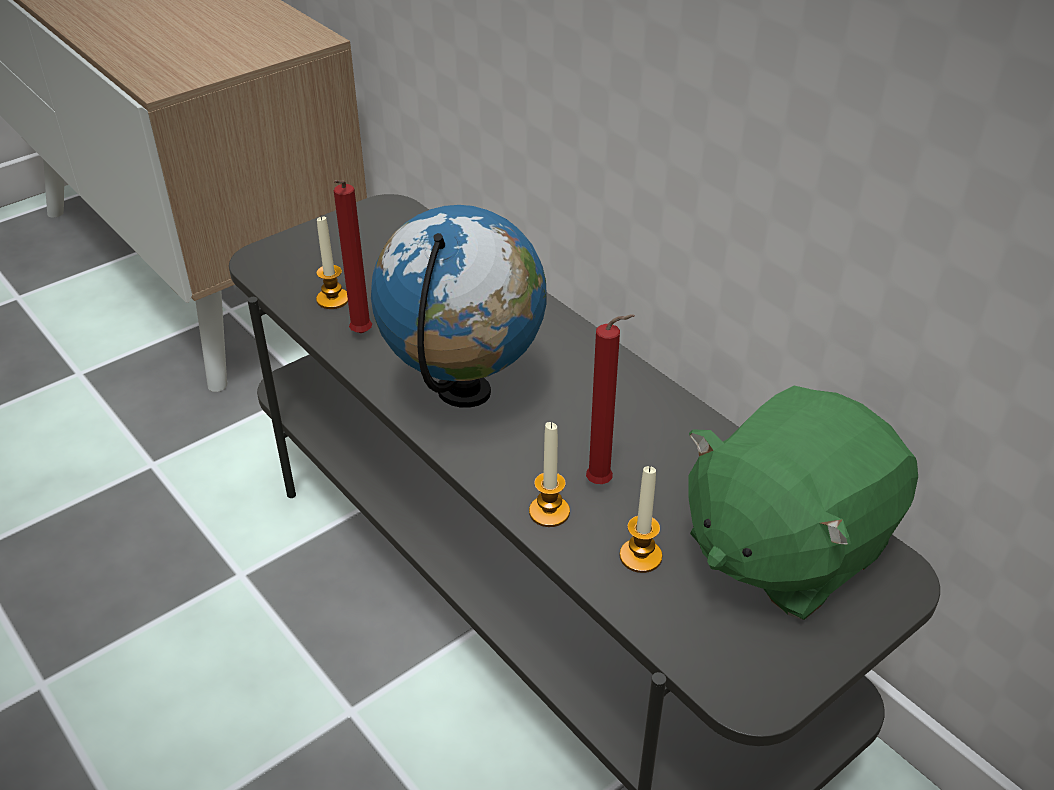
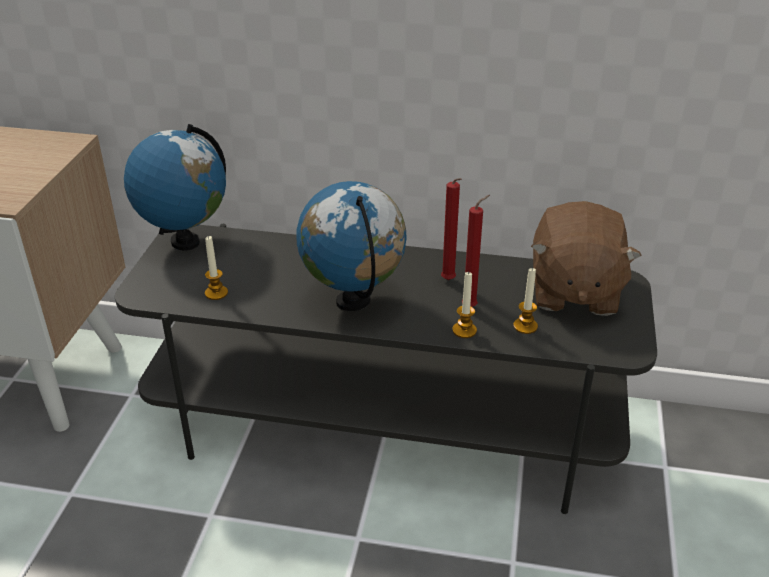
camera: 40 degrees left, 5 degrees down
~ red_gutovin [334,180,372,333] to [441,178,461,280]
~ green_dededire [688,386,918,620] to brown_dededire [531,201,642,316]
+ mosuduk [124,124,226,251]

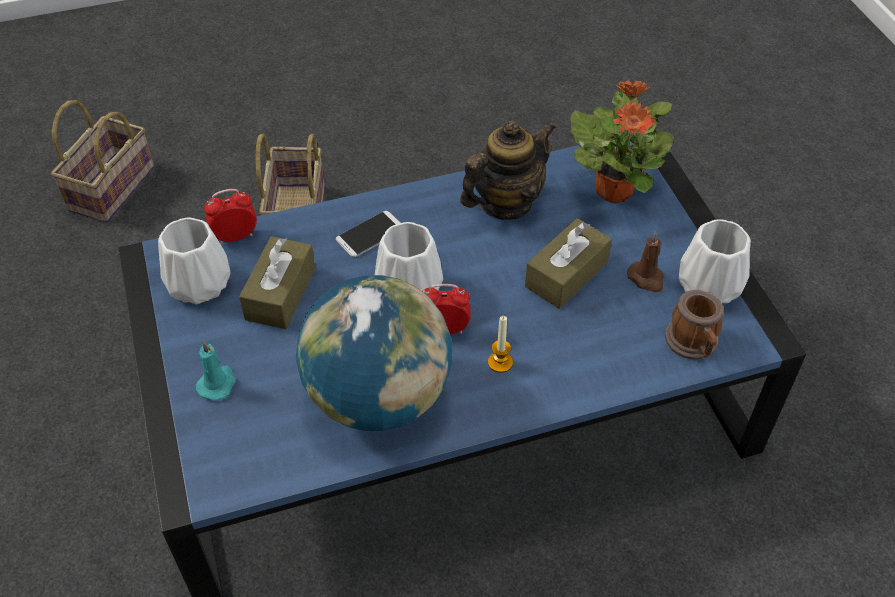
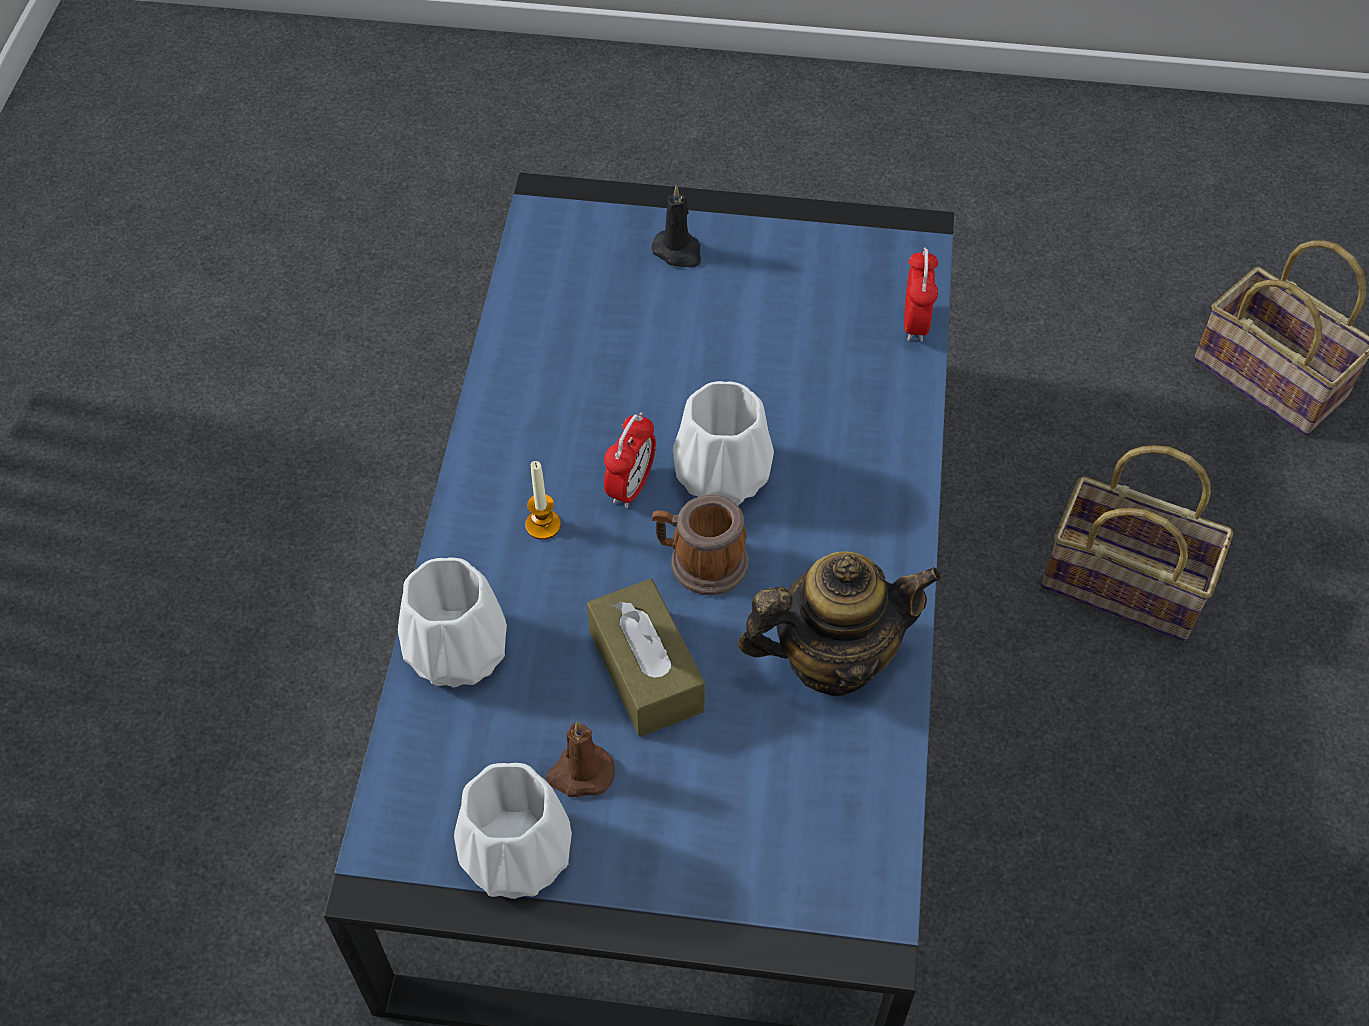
camera: 115 degrees right, 5 degrees up
- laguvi [570,80,674,203]
~ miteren [460,120,556,220] = [738,551,941,696] 90 degrees counterclockwise
- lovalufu [336,211,400,257]
~ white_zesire [158,218,230,304] to [398,558,507,687]
- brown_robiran [239,236,315,329]
- mosuduk [296,275,452,431]
~ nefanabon [665,290,724,359] to [652,495,748,595]
~ turquoise_gutovin [196,341,236,401] to black_gutovin [651,185,701,268]

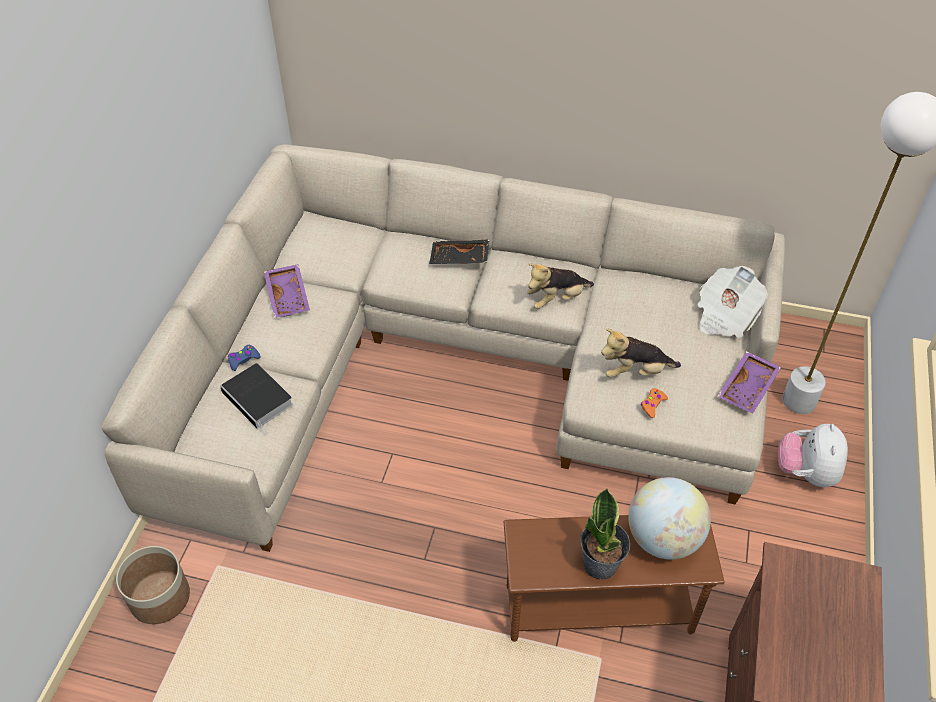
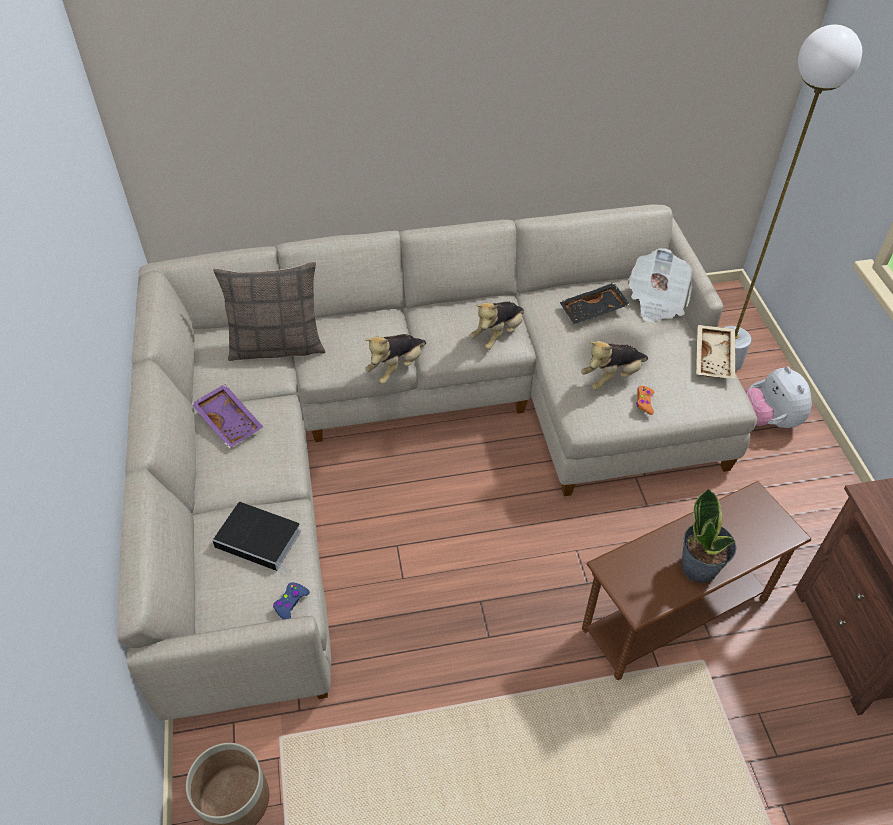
camera: 25 degrees left, 0 degrees up
~ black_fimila [429,239,490,264] to [559,283,630,324]
~ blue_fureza [228,345,261,371] to [273,582,310,620]
~ purple_fimila [717,351,781,413] to beige_fimila [696,325,735,379]
- mosuduk [628,477,711,560]
+ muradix [213,262,326,361]
+ dededire [365,334,426,384]

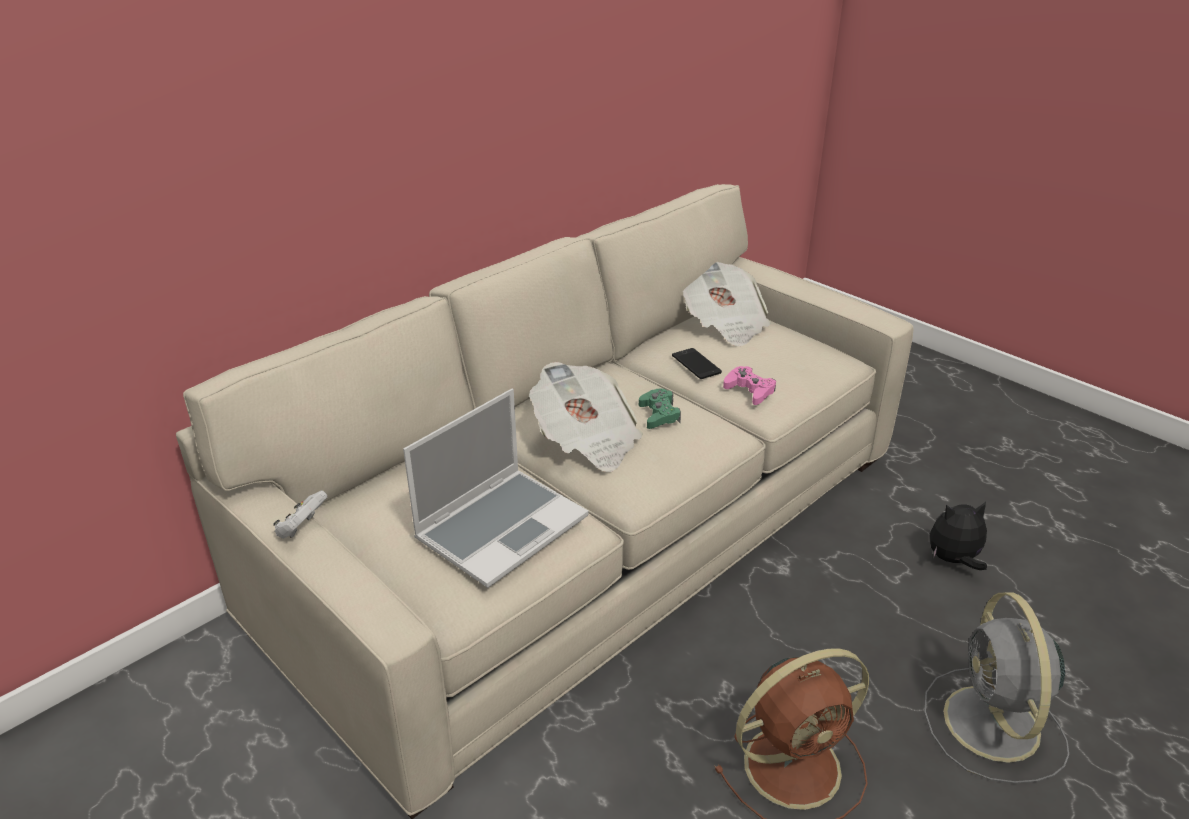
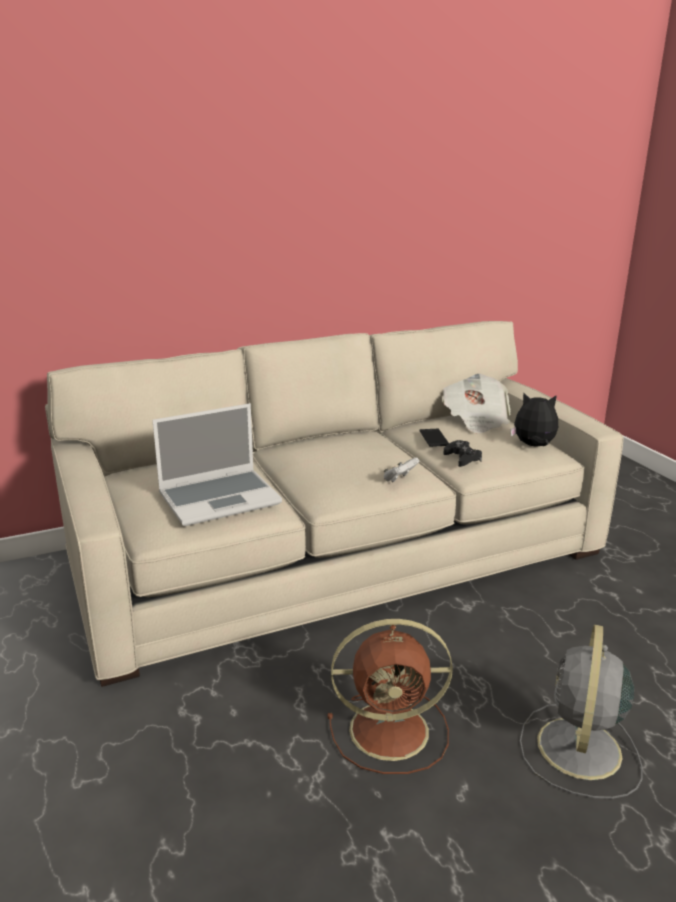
camera: 20 degrees right, 10 degrees down
- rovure [529,362,643,472]
~ pink_fureza [723,366,776,405] to black_fureza [443,440,482,467]
- green_fureza [639,388,681,429]
~ white_fureza [273,490,328,539] to [384,457,419,482]
~ dededire [929,502,987,570] to [510,393,558,446]

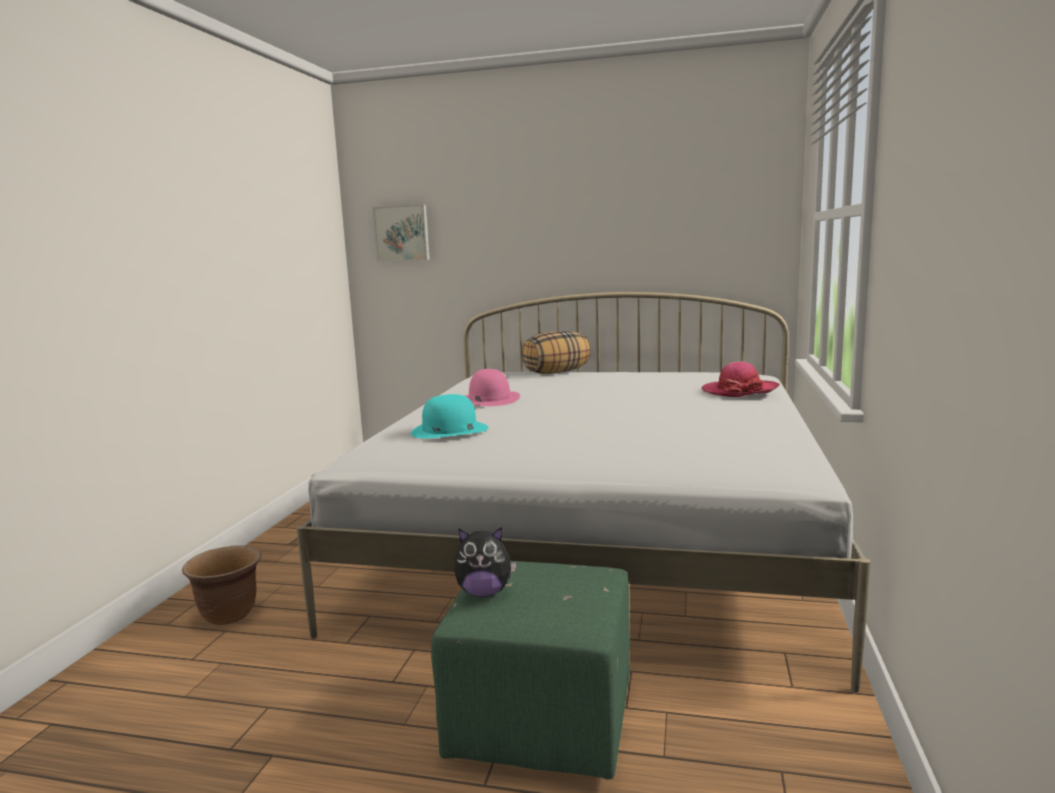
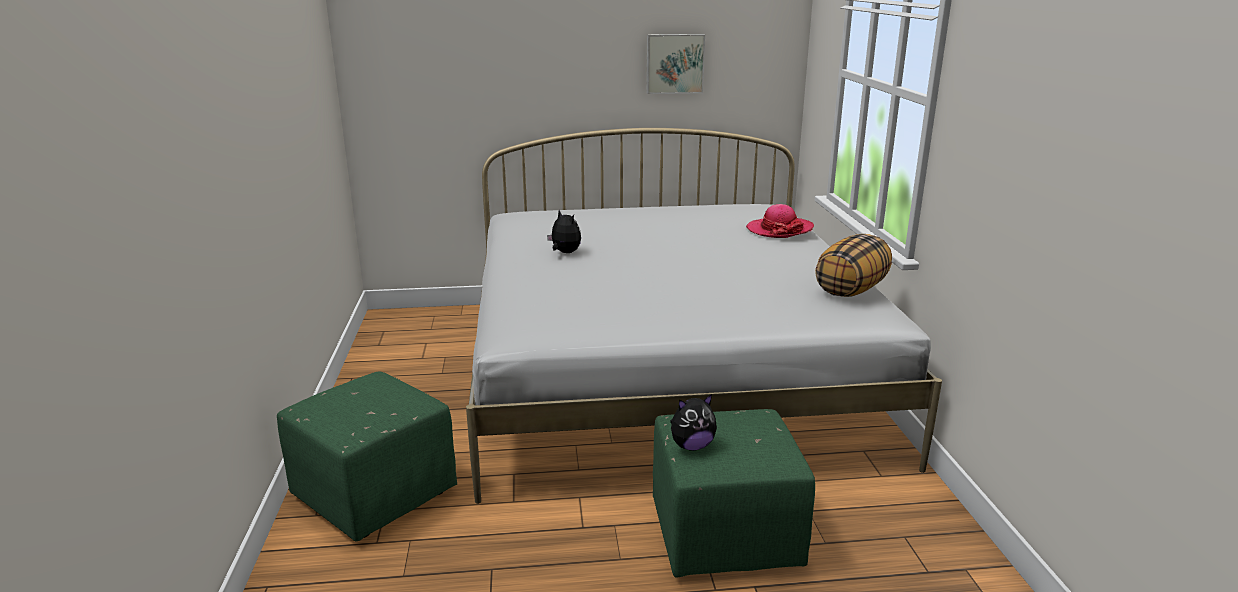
camera: 20 degrees left, 10 degrees up
~ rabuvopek [373,205,430,262] to [646,34,705,94]
~ muradix [522,331,590,374] to [815,234,892,297]
~ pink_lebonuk [466,369,520,406] to dededire [547,210,581,253]
- turquoise_lebonuk [411,394,489,439]
~ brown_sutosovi [182,545,261,625] to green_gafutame [277,371,457,542]

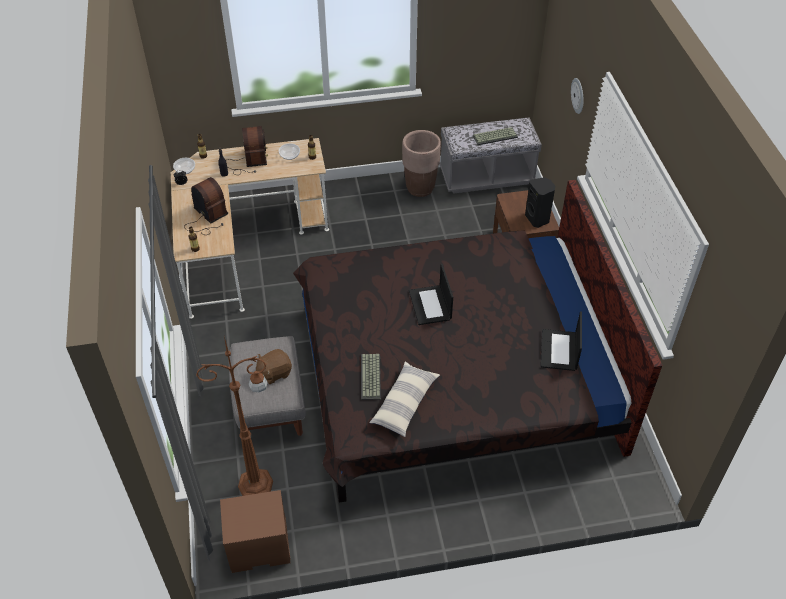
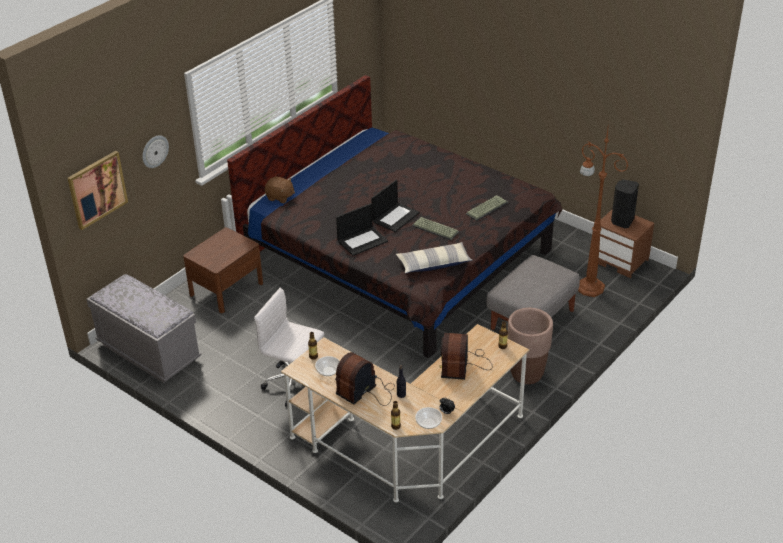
camera: 130 degrees left, 10 degrees down
~ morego [473,127,518,145] to [412,217,459,240]
~ brown_sutosovi [402,130,441,197] to [507,308,553,384]
~ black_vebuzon [525,177,555,228] to [611,180,639,228]
~ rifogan [541,311,582,371] to [336,203,388,256]
~ brown_dededire [256,349,292,384] to [265,176,295,203]
~ muradix [369,361,440,437] to [396,242,473,274]
+ rabuvopek [68,151,128,230]
+ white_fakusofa [254,288,324,407]

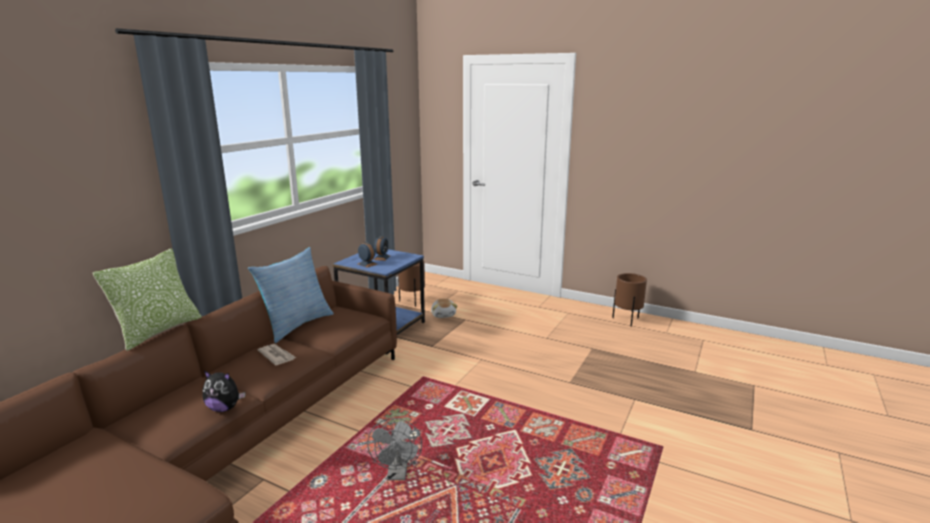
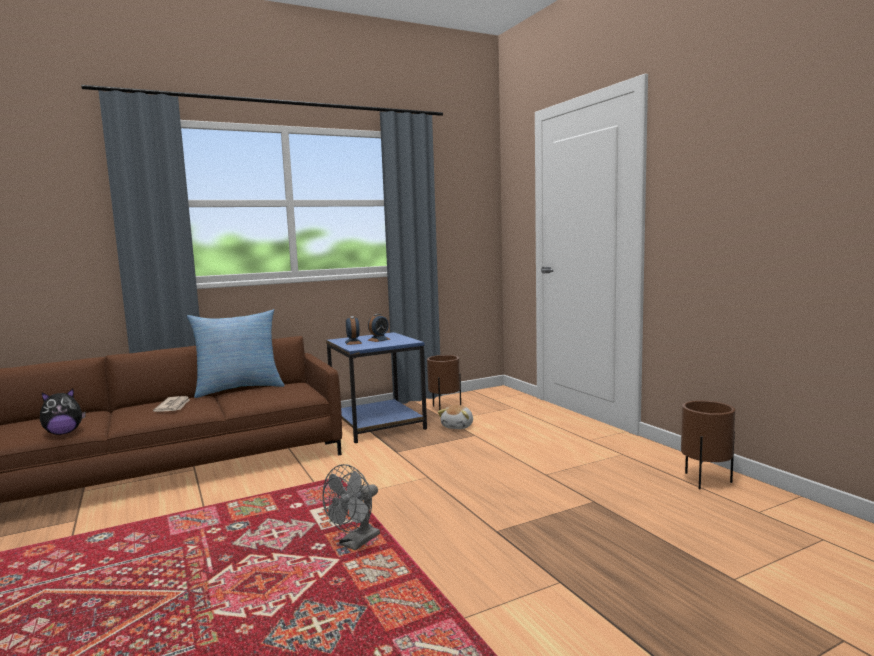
camera: 35 degrees right, 10 degrees down
- muradix [93,248,202,351]
~ dededire [203,371,245,412] = [40,389,86,435] 75 degrees counterclockwise
~ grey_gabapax [367,418,422,480] to [322,464,380,550]

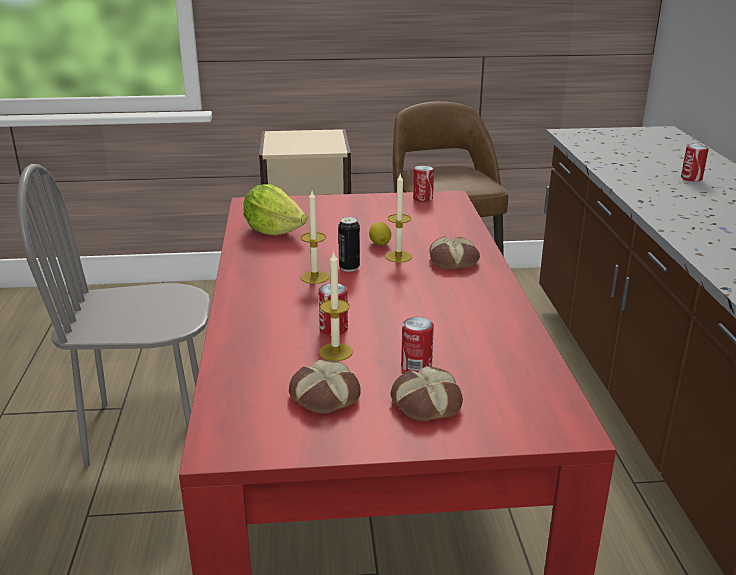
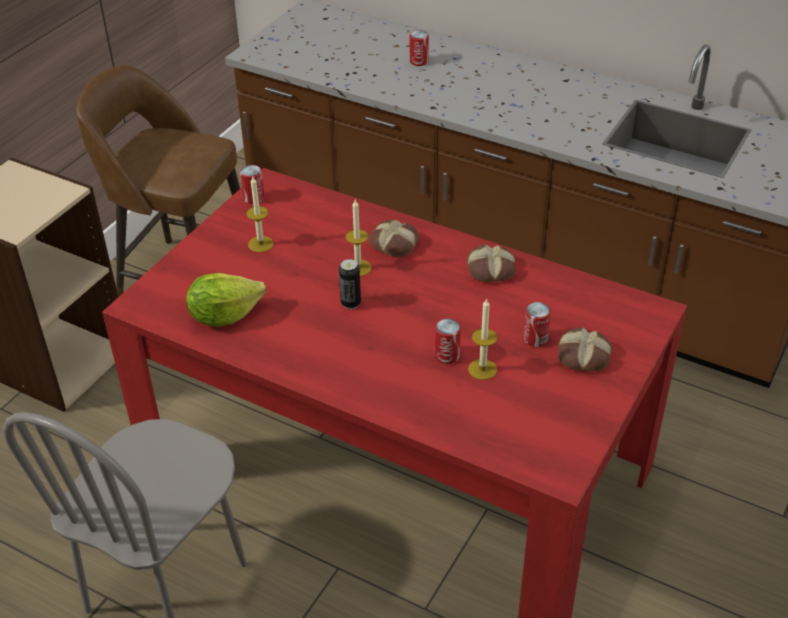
camera: 55 degrees left, 15 degrees up
~ gutovin [301,191,329,284] to [246,177,274,252]
- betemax [369,222,391,246]
~ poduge [289,359,361,414] to [467,245,516,282]

